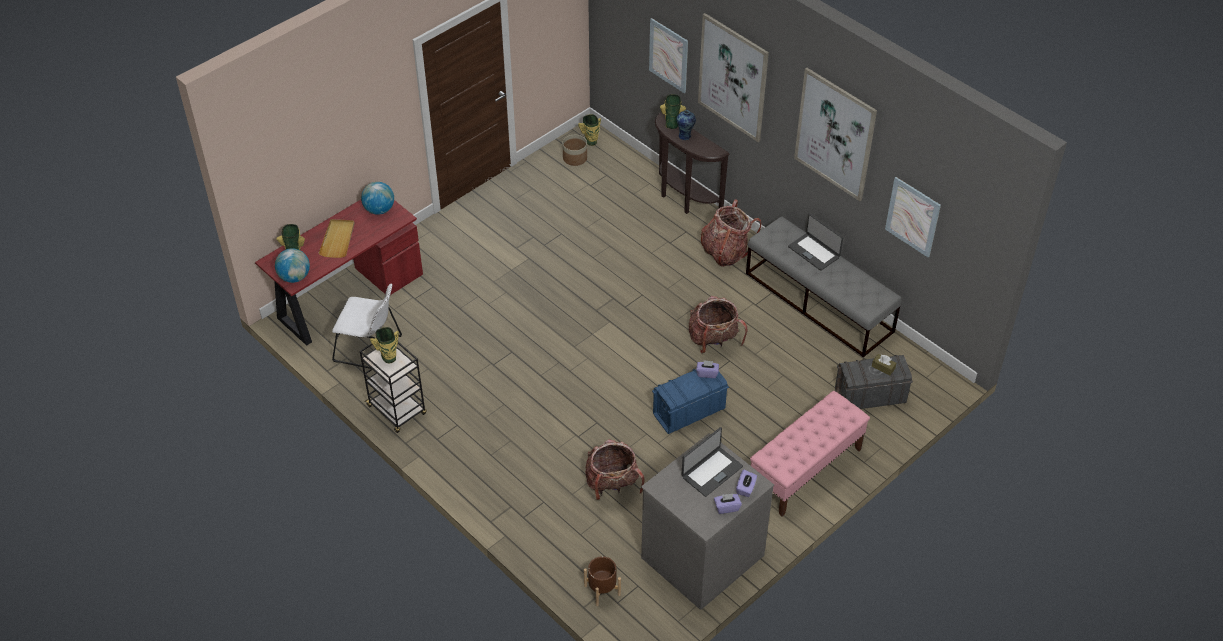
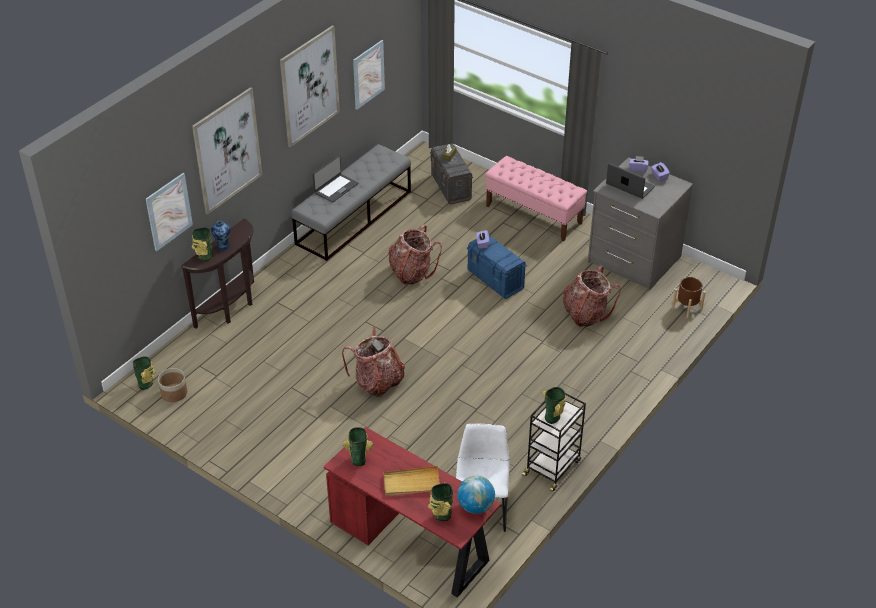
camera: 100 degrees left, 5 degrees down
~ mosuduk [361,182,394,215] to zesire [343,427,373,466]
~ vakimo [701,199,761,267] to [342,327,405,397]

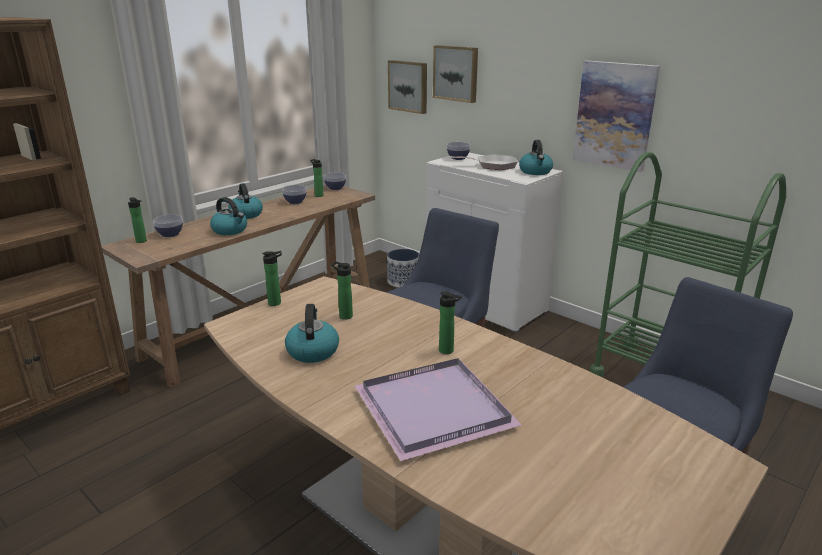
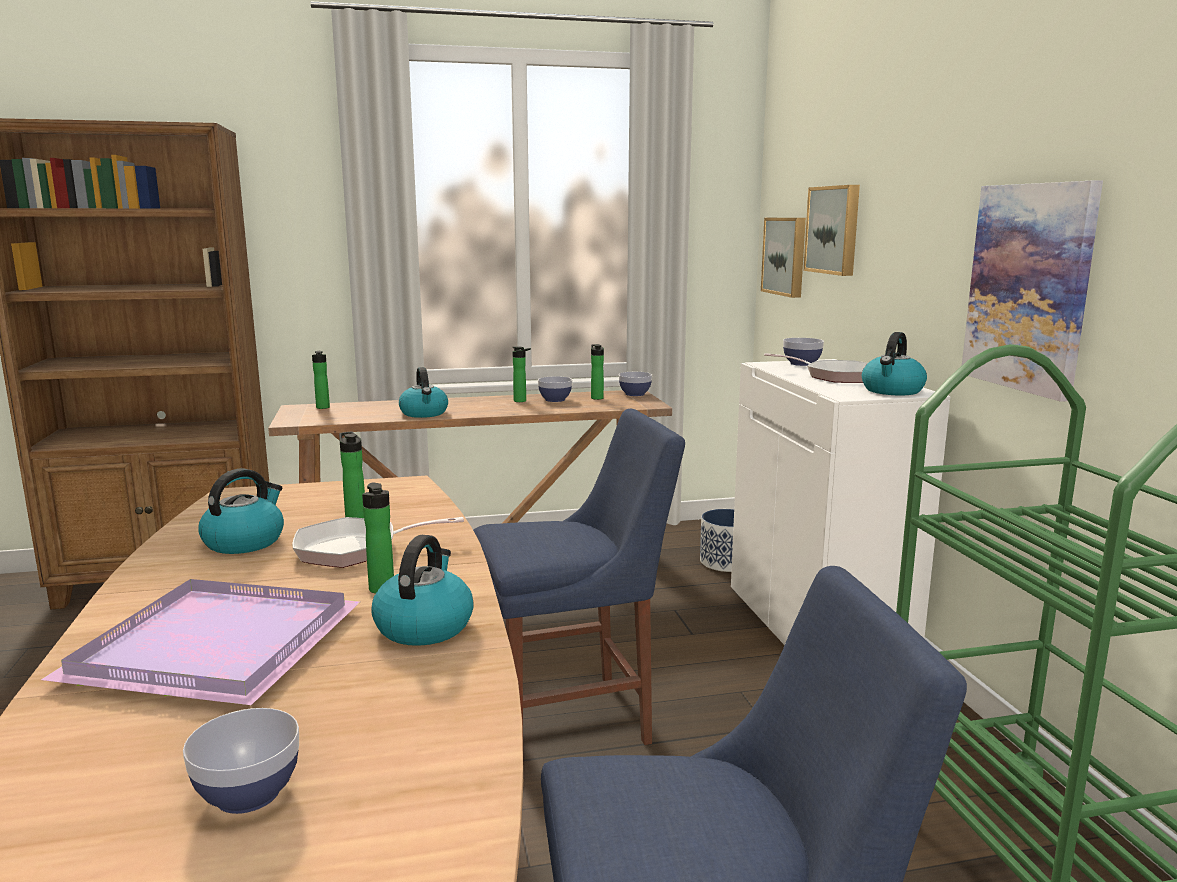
camera: 35 degrees right, 10 degrees down
~ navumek [228,183,263,219] to [371,535,474,646]
~ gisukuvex [153,214,183,237] to [183,708,299,814]
~ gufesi [262,251,282,306] to [513,346,531,402]
+ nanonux [292,517,464,568]

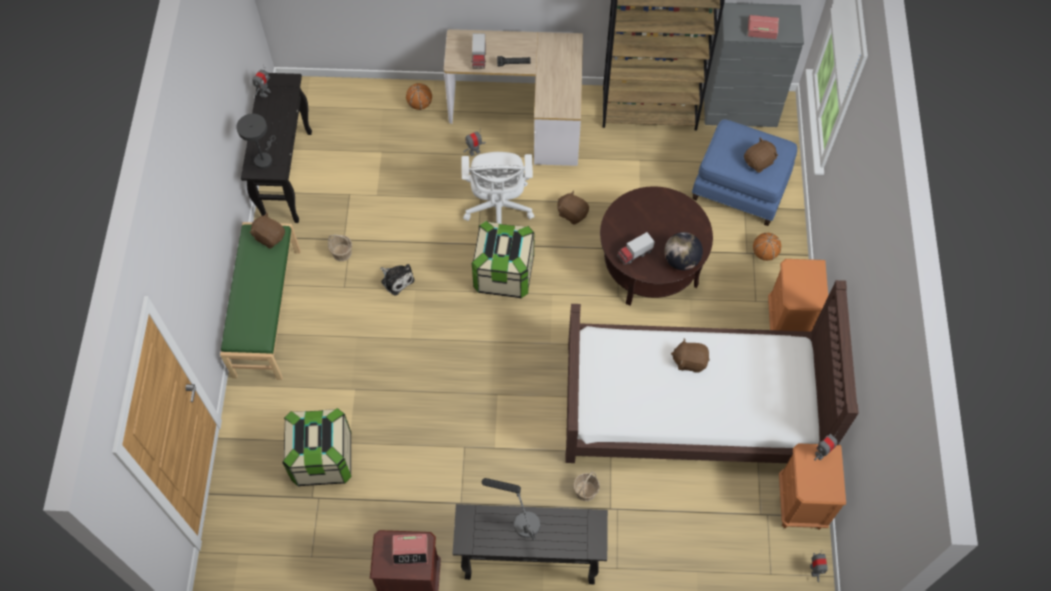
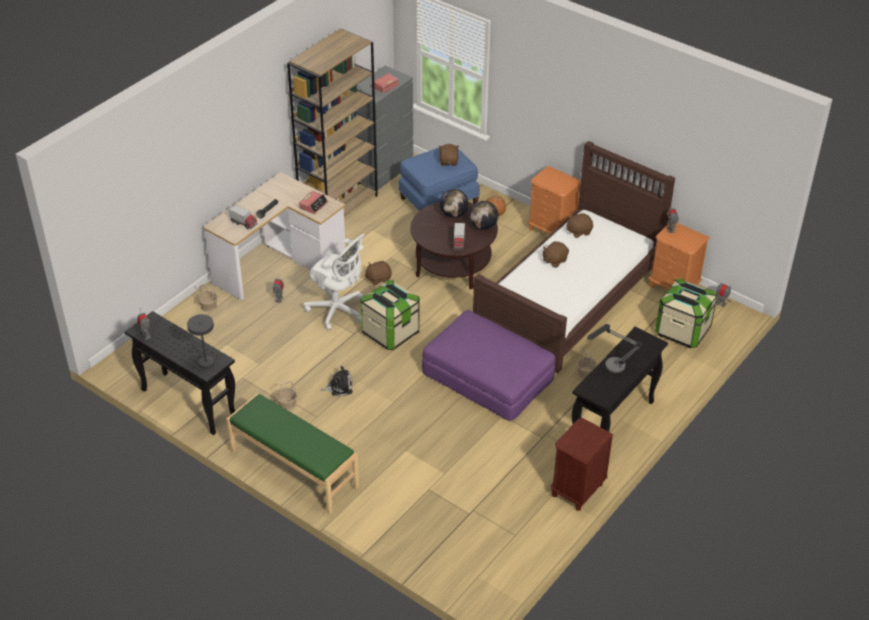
camera: 55 degrees left, 20 degrees down
~ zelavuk [406,83,432,110] to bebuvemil [198,284,218,312]
~ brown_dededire [250,212,285,249] to [566,213,593,238]
~ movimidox [283,408,352,486] to [655,279,717,348]
~ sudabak [392,534,428,566] to [299,191,328,214]
+ mosuduk [440,189,469,218]
+ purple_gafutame [422,310,556,421]

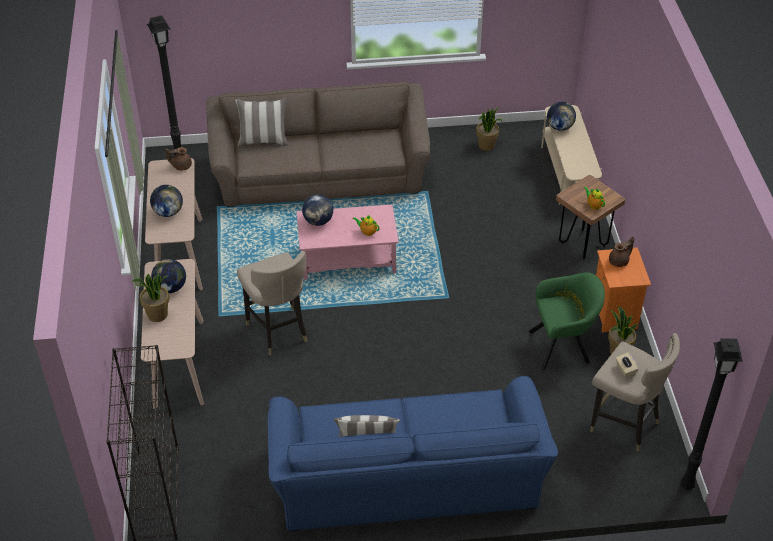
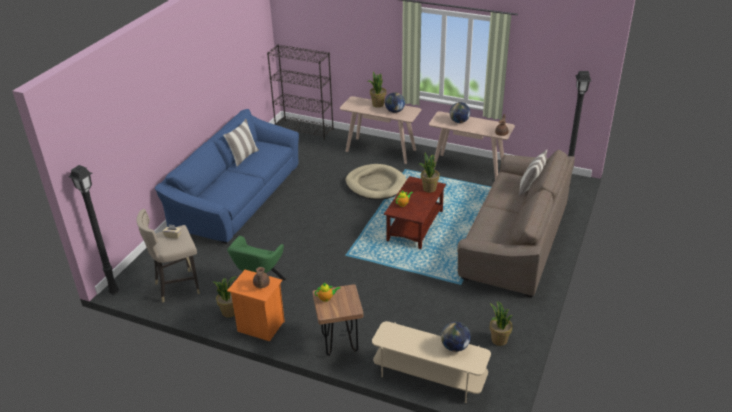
camera: 120 degrees right, 10 degrees down
~ mosuduk [302,194,333,226] to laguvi [418,153,439,193]
~ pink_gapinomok [297,204,399,280] to brown_gapinomok [384,176,446,249]
~ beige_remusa [237,251,308,355] to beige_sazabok [346,164,407,200]

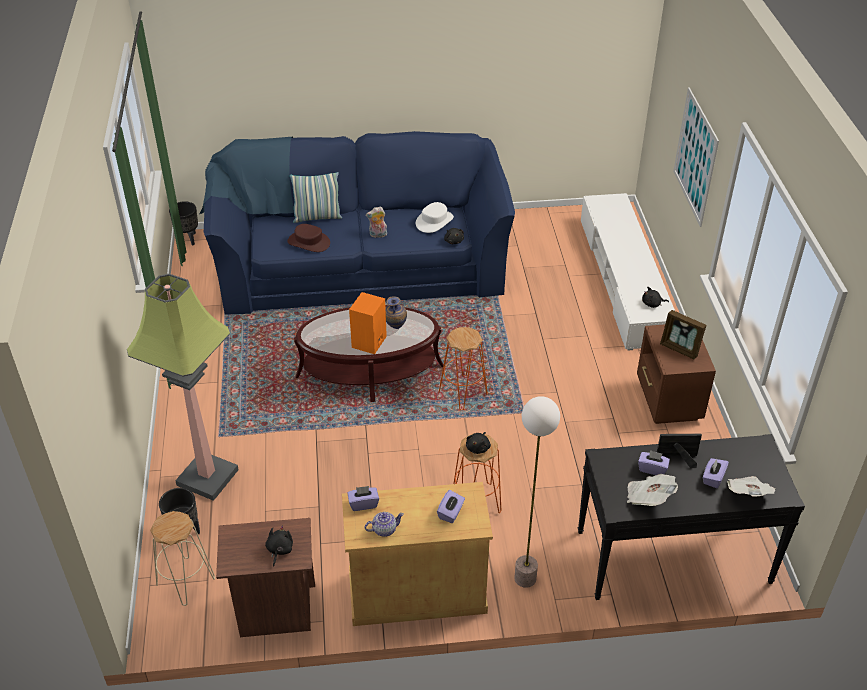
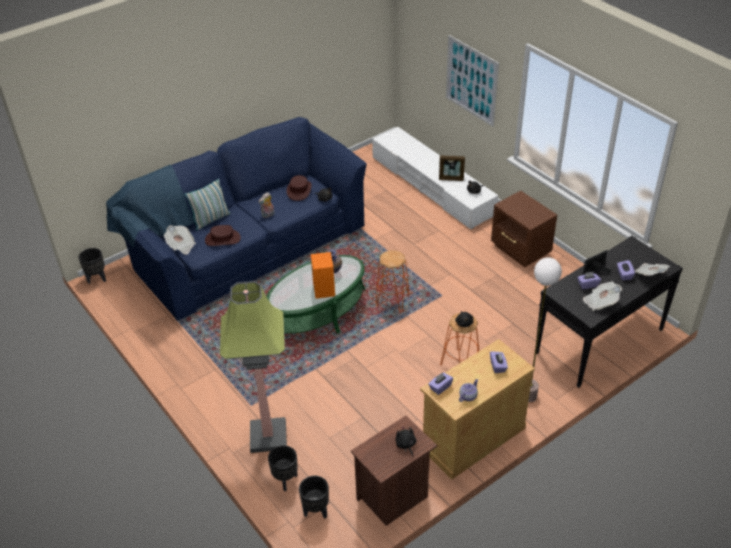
camera: 30 degrees left, 0 degrees up
~ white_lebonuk [416,202,454,233] to brown_lebonuk [287,175,312,201]
~ brown_gapinomok [294,305,443,402] to green_gapinomok [266,255,366,334]
~ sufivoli [660,310,707,360] to [439,155,465,181]
~ beige_remusa [150,511,215,606] to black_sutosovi [299,476,329,519]
+ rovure [164,225,196,255]

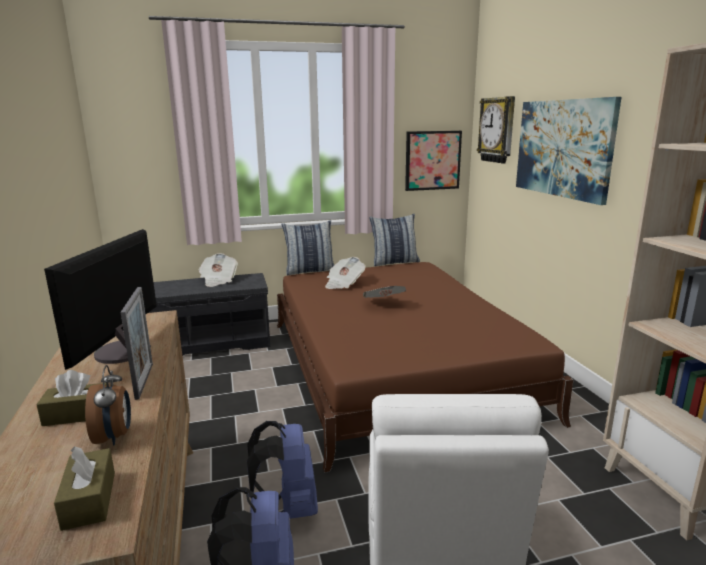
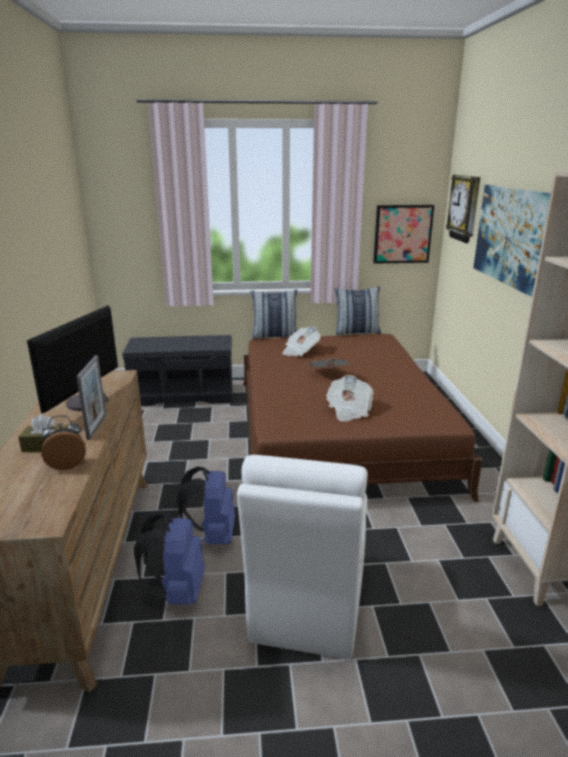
camera: 10 degrees right, 5 degrees up
~ rovure [198,253,238,287] to [326,375,374,421]
~ sudabak [85,365,131,446] = [41,415,86,470] 105 degrees counterclockwise
- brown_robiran [54,446,115,531]

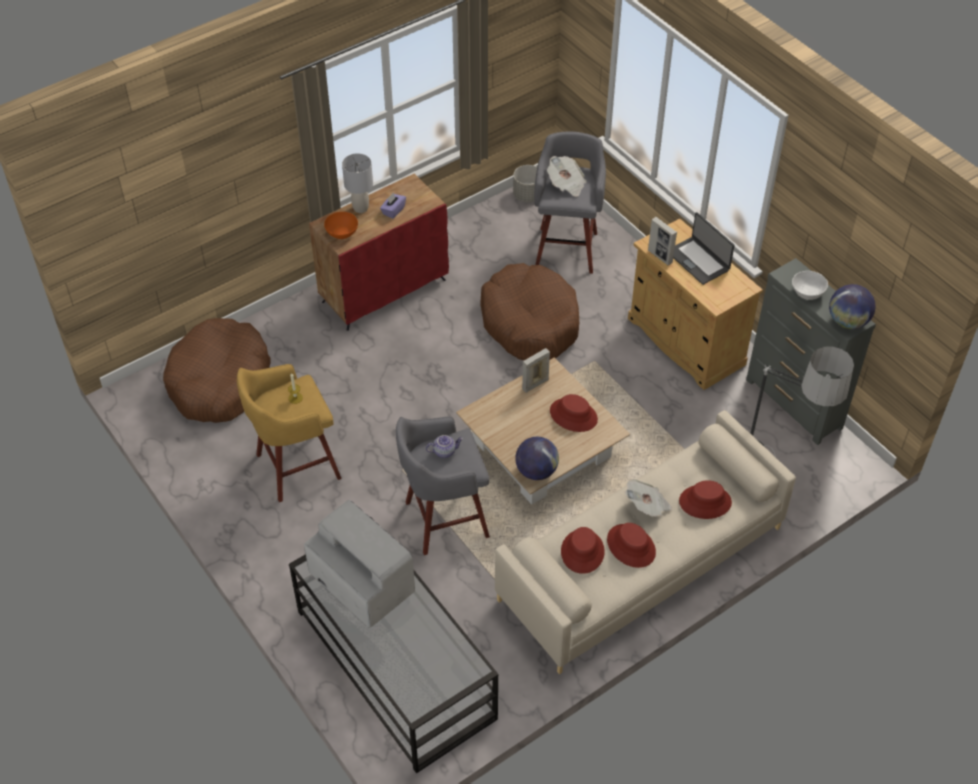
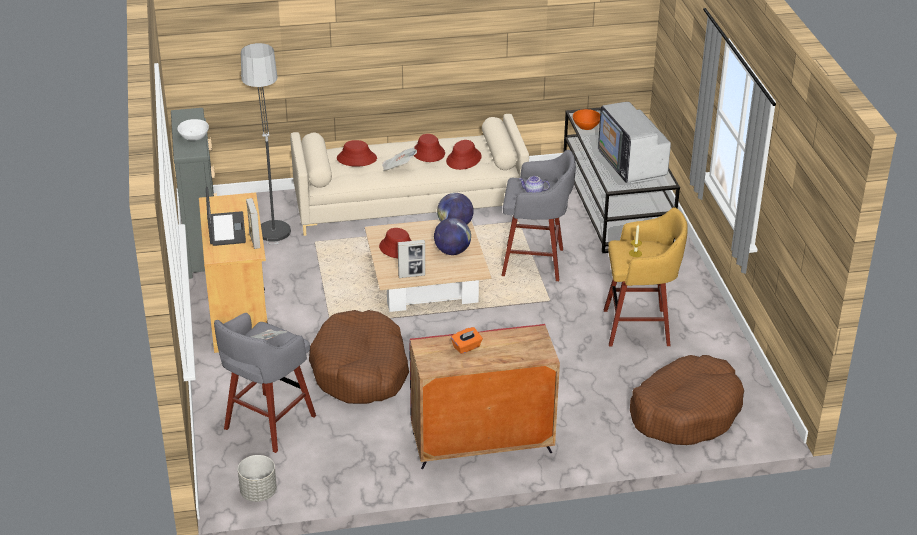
camera: 155 degrees left, 15 degrees down
- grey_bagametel [342,153,373,213]
~ purple_robiran [380,193,406,219] to orange_robiran [451,327,483,354]
~ orange_gisukuvex [324,212,358,239] to [573,109,600,130]
~ mosuduk [829,284,875,329] to [434,218,471,255]

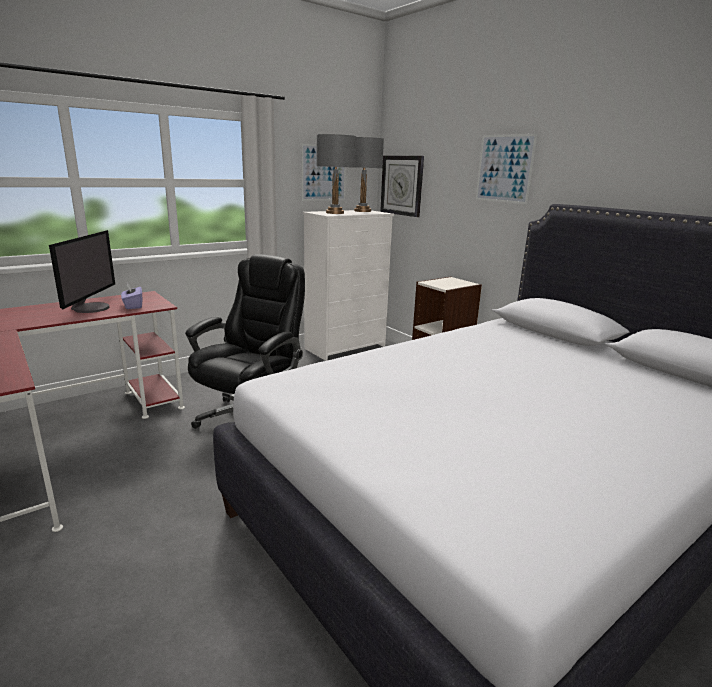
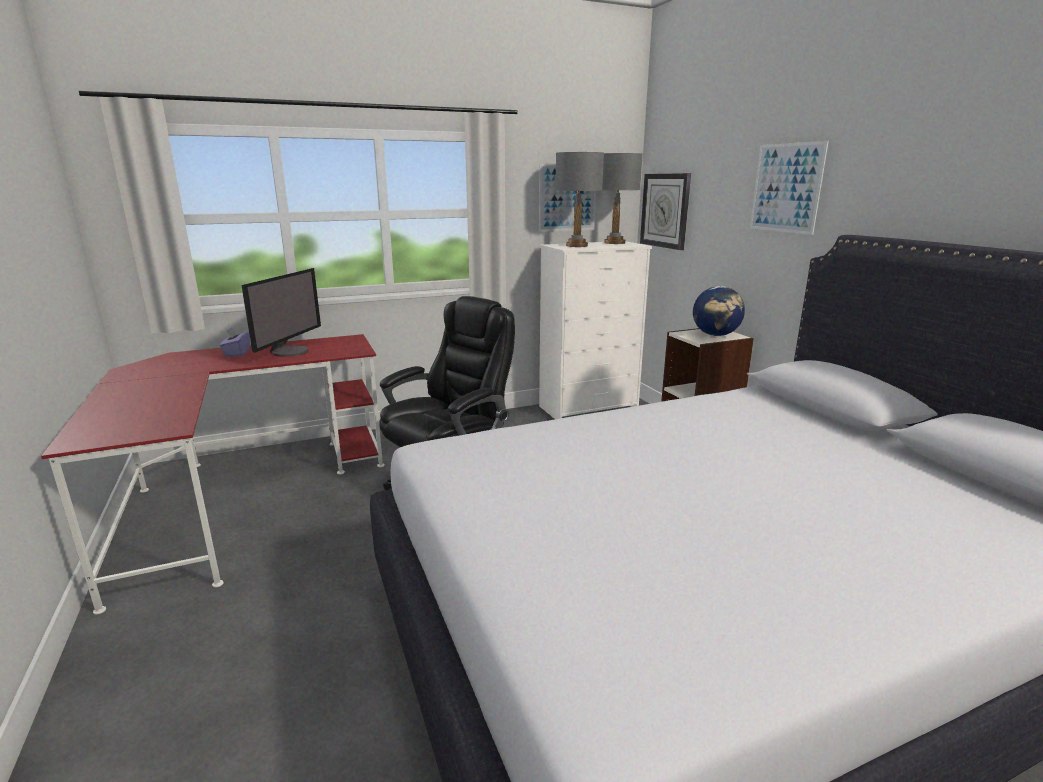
camera: 15 degrees right, 0 degrees up
~ purple_robiran [121,283,142,309] to [220,327,250,357]
+ mosuduk [693,286,745,336]

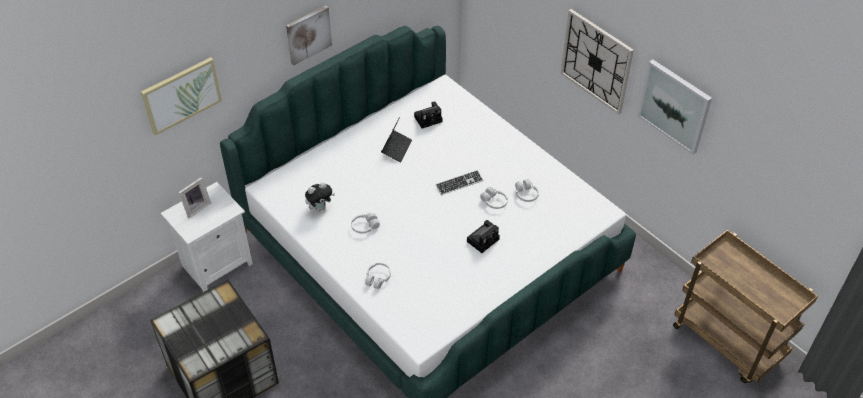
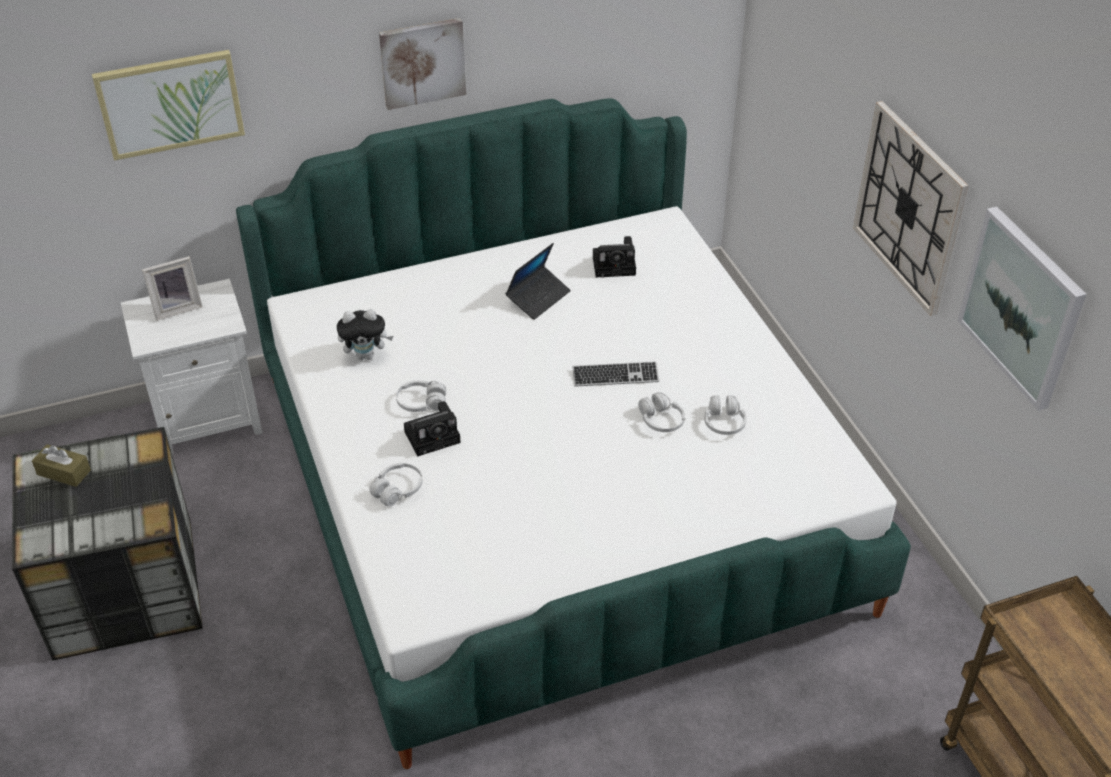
camera: 20 degrees right, 5 degrees down
~ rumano [467,220,500,253] to [404,401,461,457]
+ brown_robiran [32,444,91,487]

